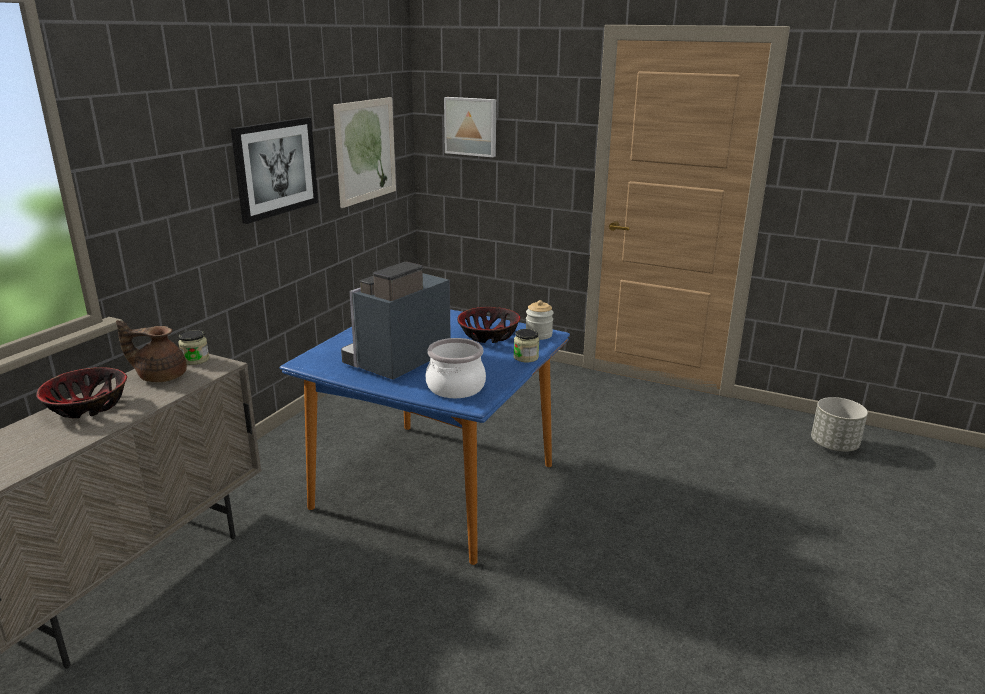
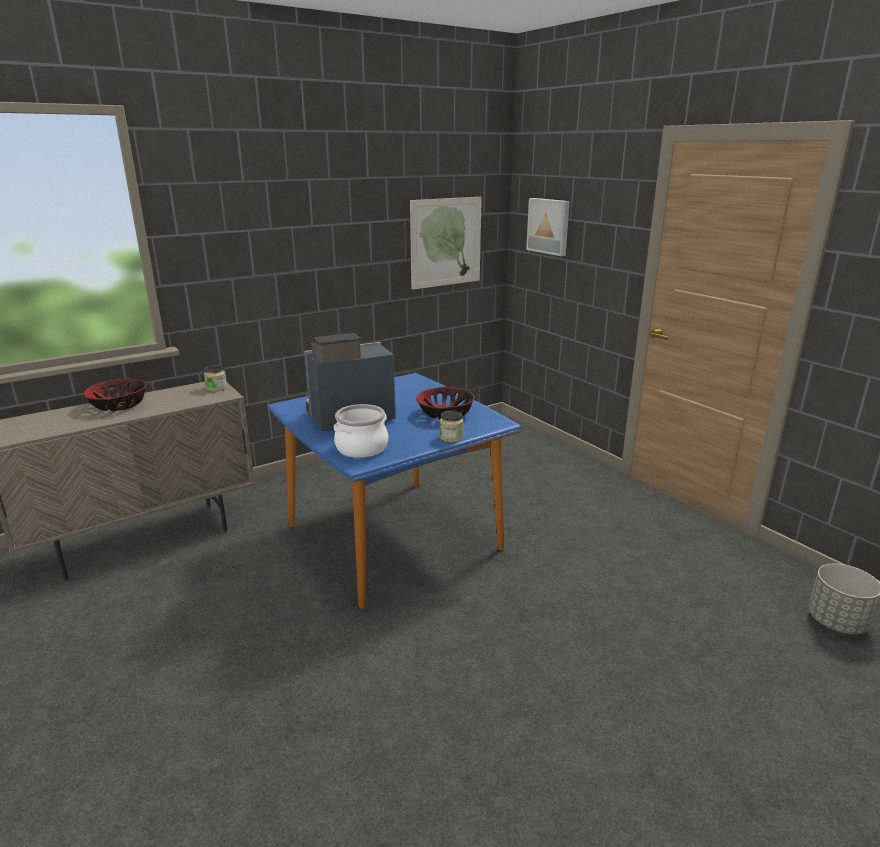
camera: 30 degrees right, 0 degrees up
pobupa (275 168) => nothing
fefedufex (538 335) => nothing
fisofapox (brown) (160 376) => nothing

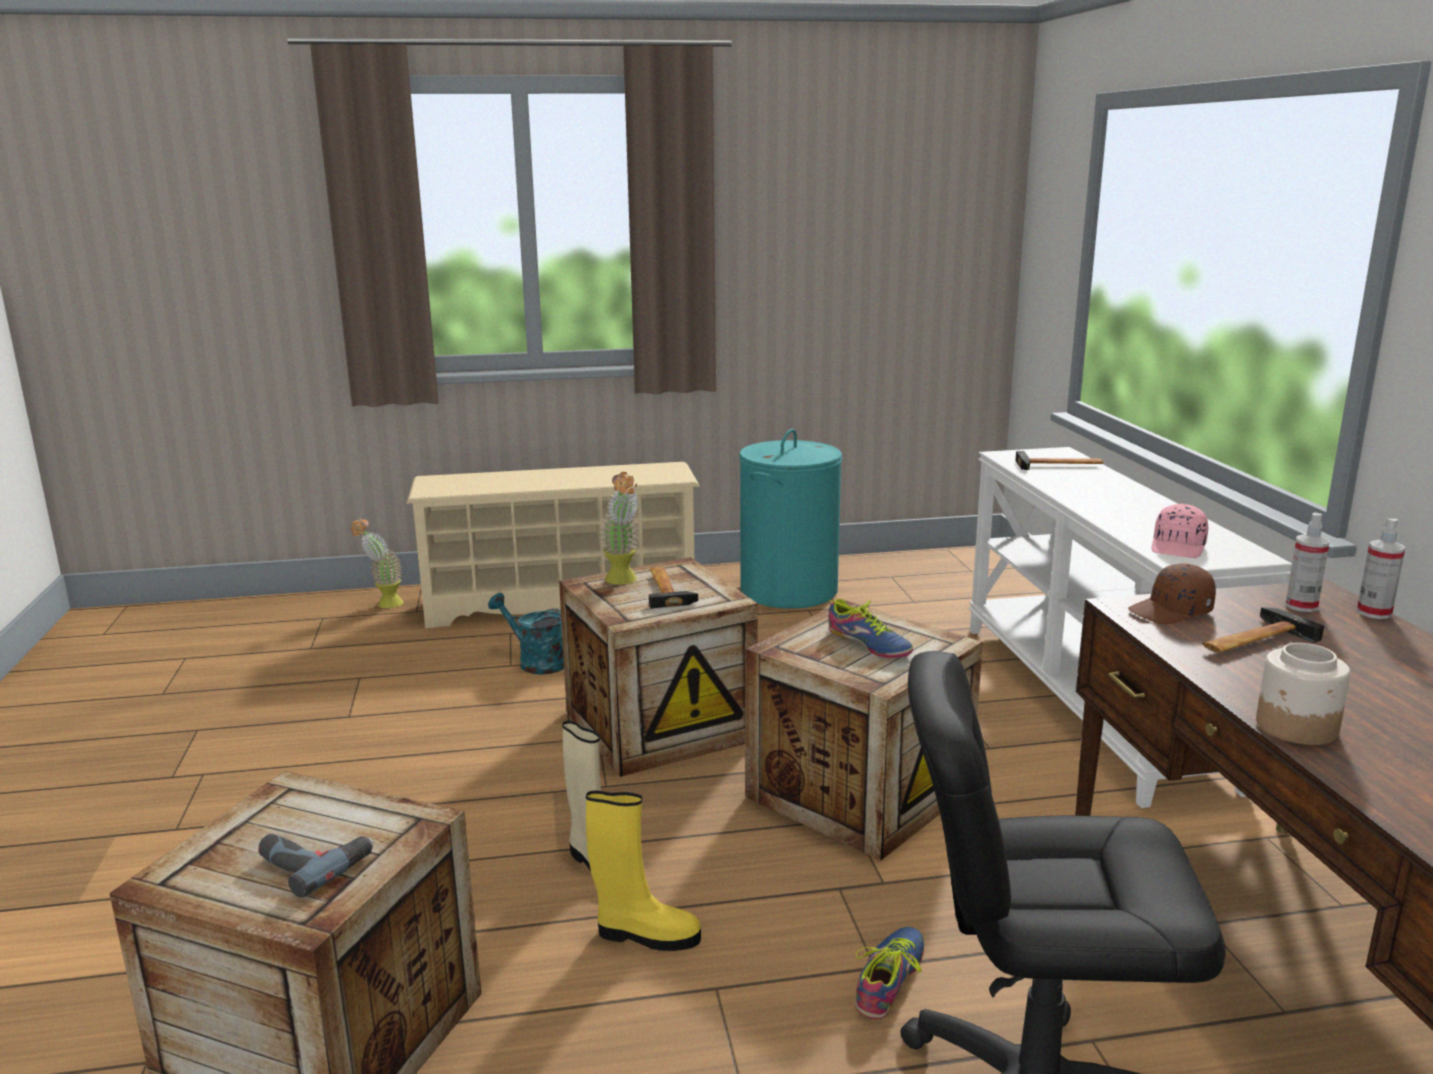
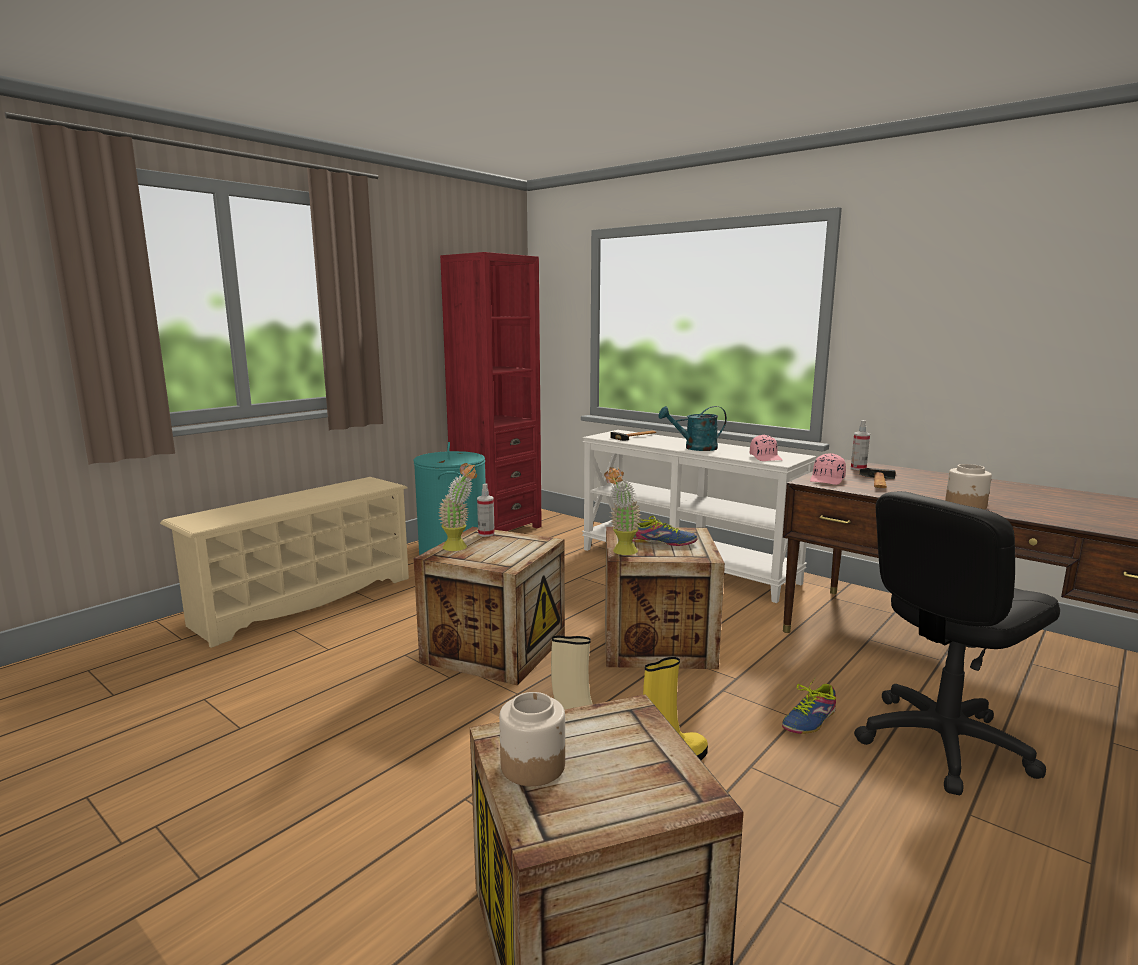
camera: 40 degrees left, 5 degrees down
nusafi (383 604) => nusafi (621 553), move
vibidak (1374 613) => vibidak (486 534), move
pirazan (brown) (1171 612) => pirazan (pink) (827 480)
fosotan (667 589) => nothing
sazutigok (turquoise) (535 662) => sazutigok (turquoise) (695 448), move
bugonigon (314 862) => nothing
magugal (889 979) => magugal (809 720), 120 degrees counterclockwise
nothing => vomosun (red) (496 529)
nothing => fefedufex (533 765)

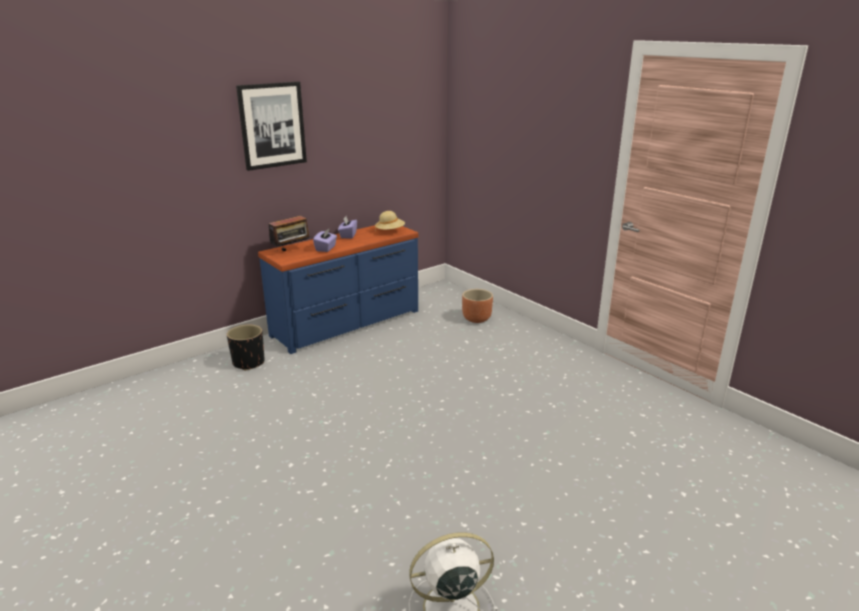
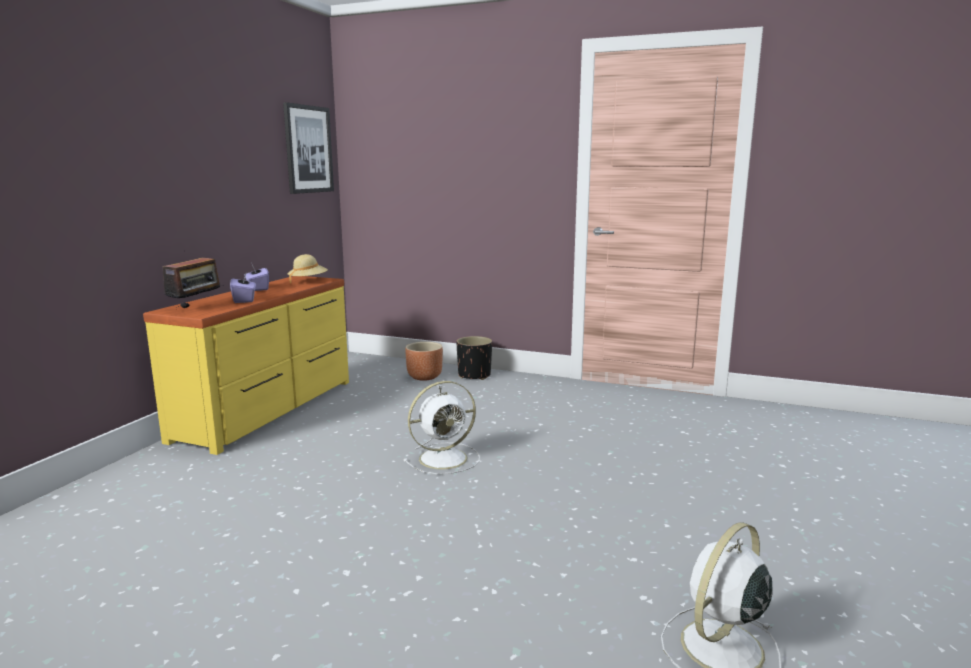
camera: 30 degrees left, 10 degrees down
pobupa (272 125) => pobupa (308 149), move
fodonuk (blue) (347 323) => fodonuk (yellow) (269 409)
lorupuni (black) (249 363) => lorupuni (black) (474 375), move
nothing => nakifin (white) (445 458)

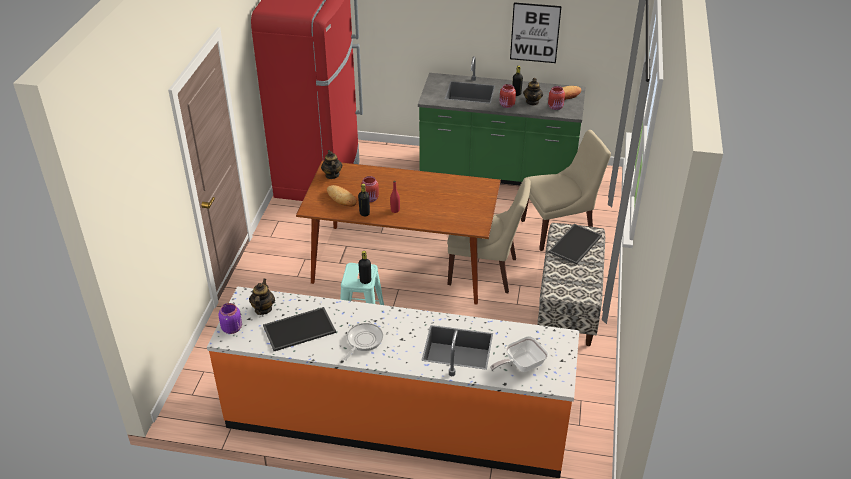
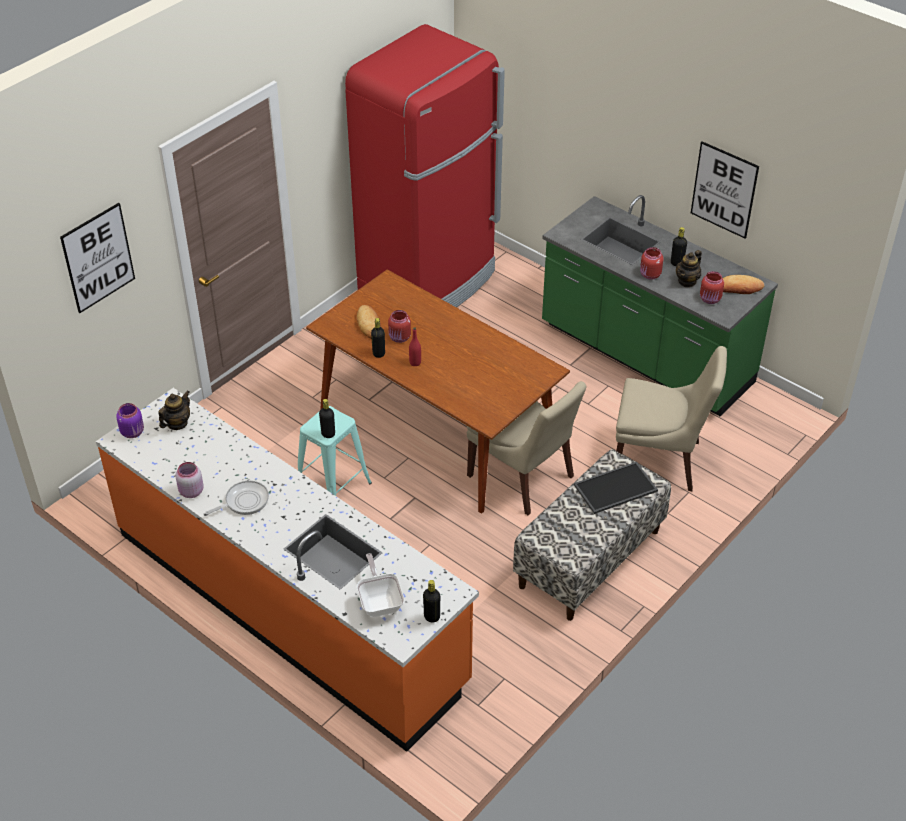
camera: 30 degrees right, 5 degrees up
fisofapox (332 175) => nothing
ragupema (299 328) => nothing
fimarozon (521 365) => fimarozon (380 601), 75 degrees clockwise
nothing => pobupa (98 258)
nothing => fefedufex (pink) (190 492)
nothing => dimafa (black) (432 616)

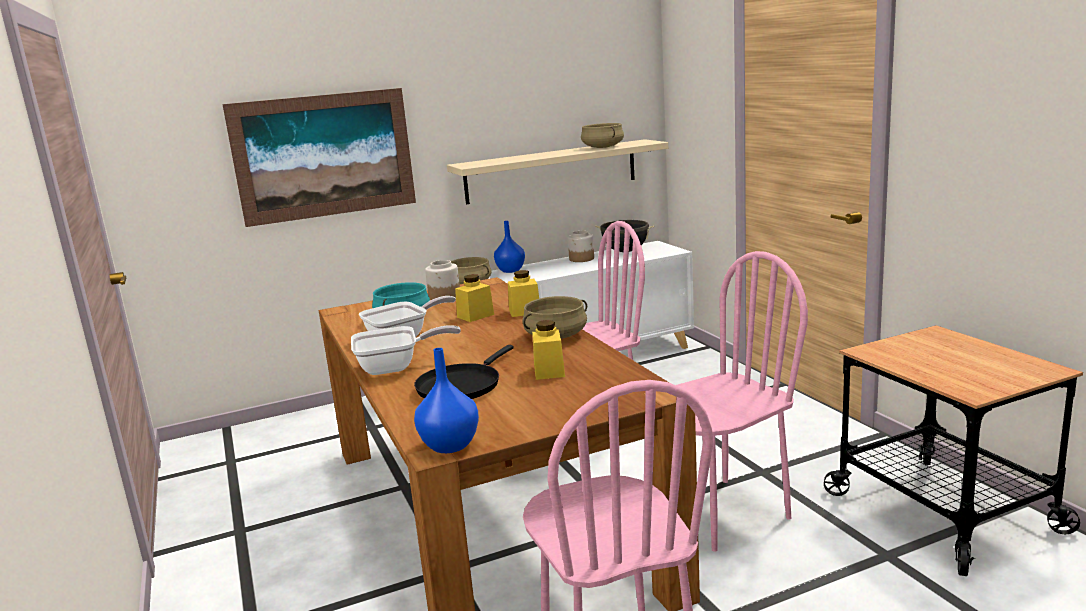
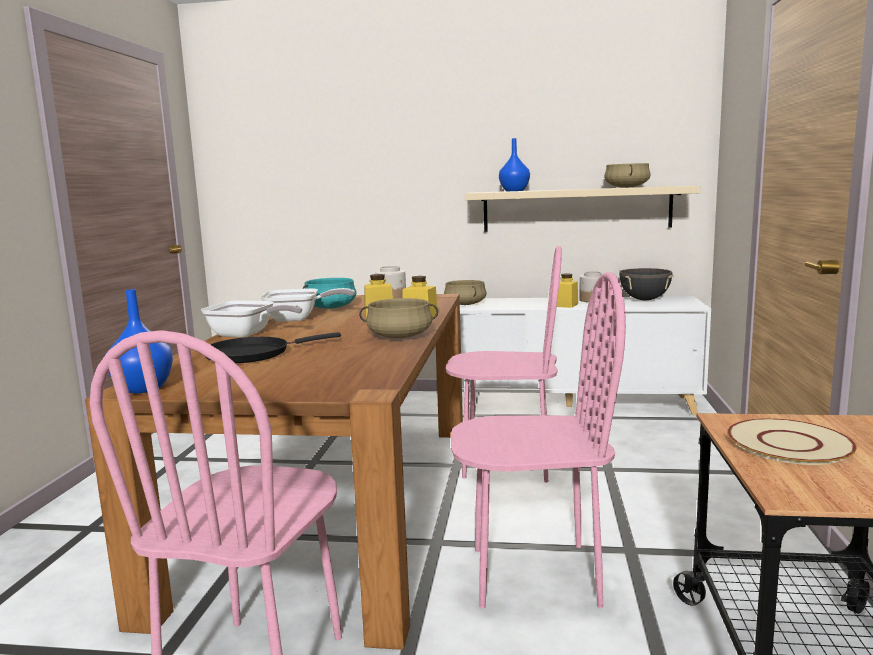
camera: 30 degrees right, 5 degrees down
pobupa (324 156) => nothing
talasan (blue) (510 270) => talasan (blue) (514 191), move
fefedufex (yellow) (549 371) => fefedufex (yellow) (566 305), move
nothing => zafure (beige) (789 443)

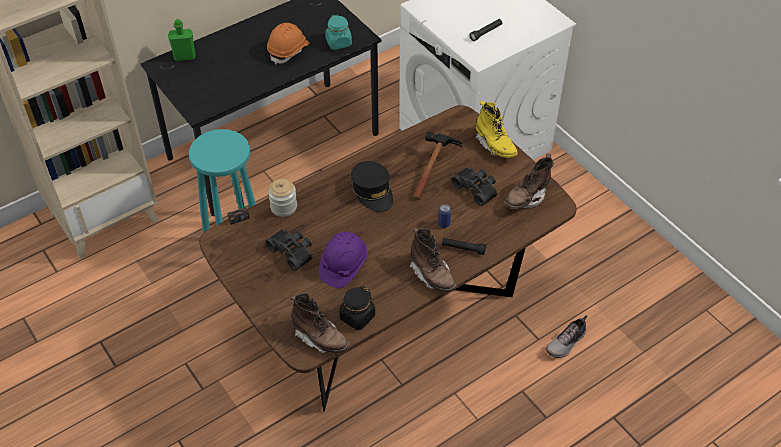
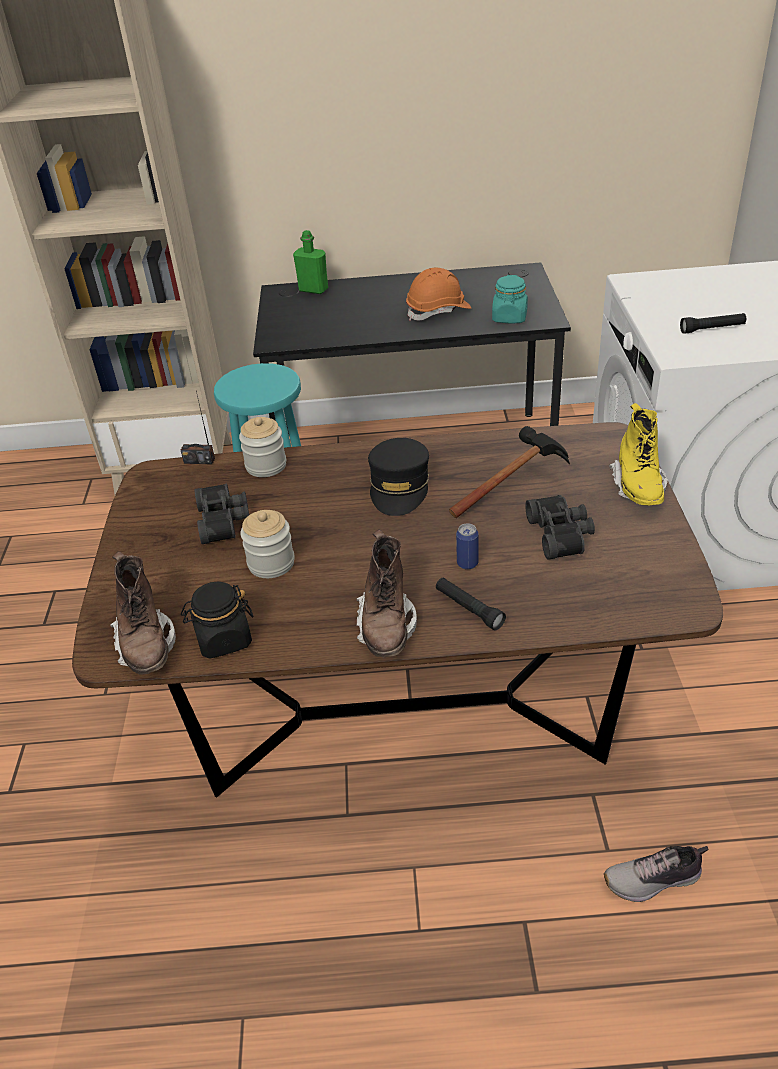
camera: 35 degrees right, 10 degrees down
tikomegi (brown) (527 197) => nothing
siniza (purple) (343 266) => fefedufex (271 563)

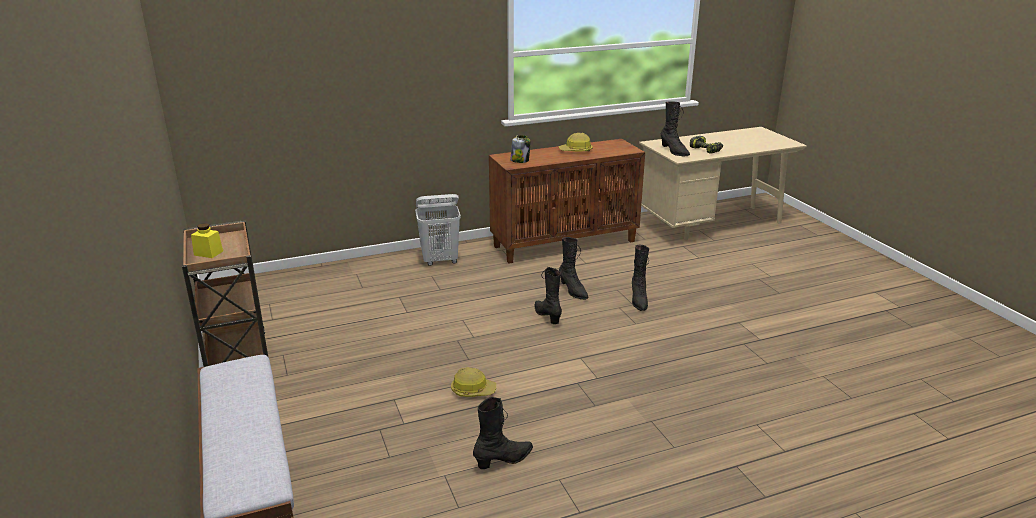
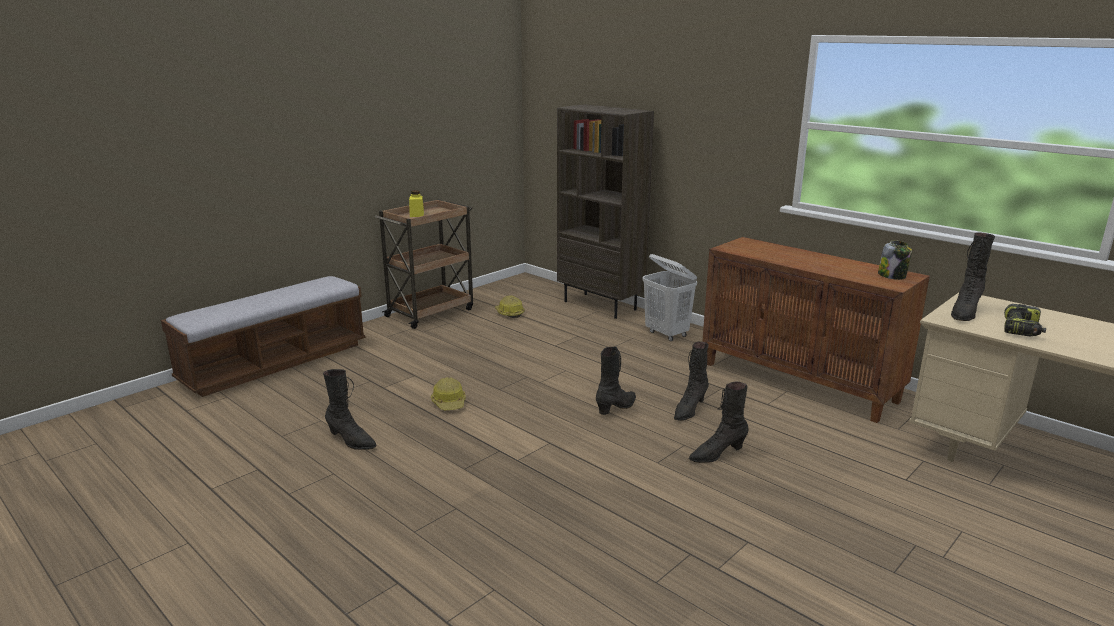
camera: 65 degrees right, 5 degrees down
siniza (576 151) => siniza (509 313), move
fefedufex (520 160) => fefedufex (892 276), move
nothing => vomosun (brown) (601 305)

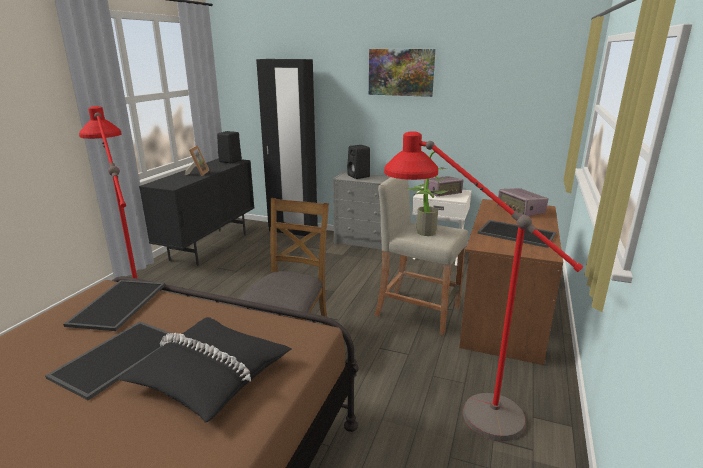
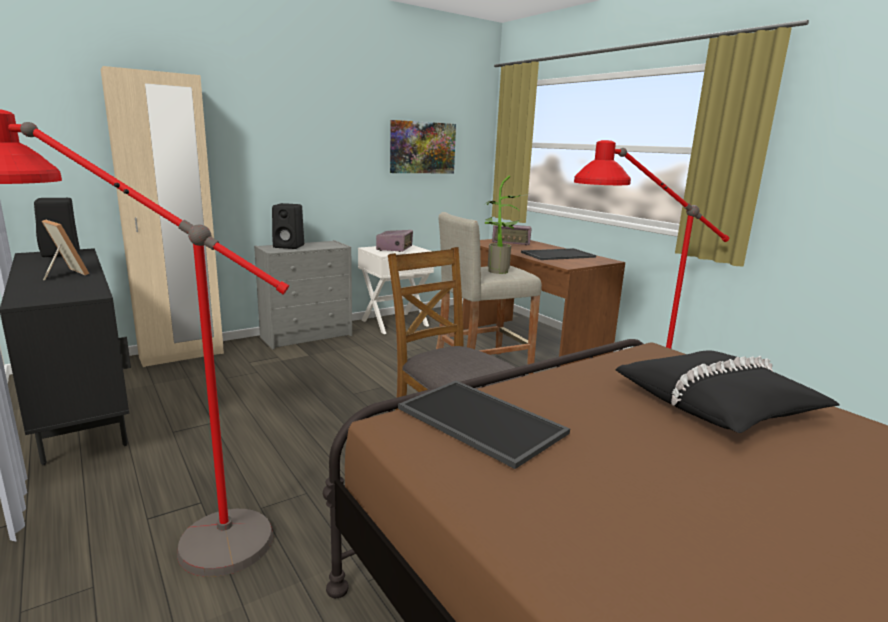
camera: 55 degrees left, 5 degrees down
pobupa (401 72) => pobupa (422 147), move
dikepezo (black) (293 231) => dikepezo (beige) (182 355)
ragupema (117 356) => nothing

